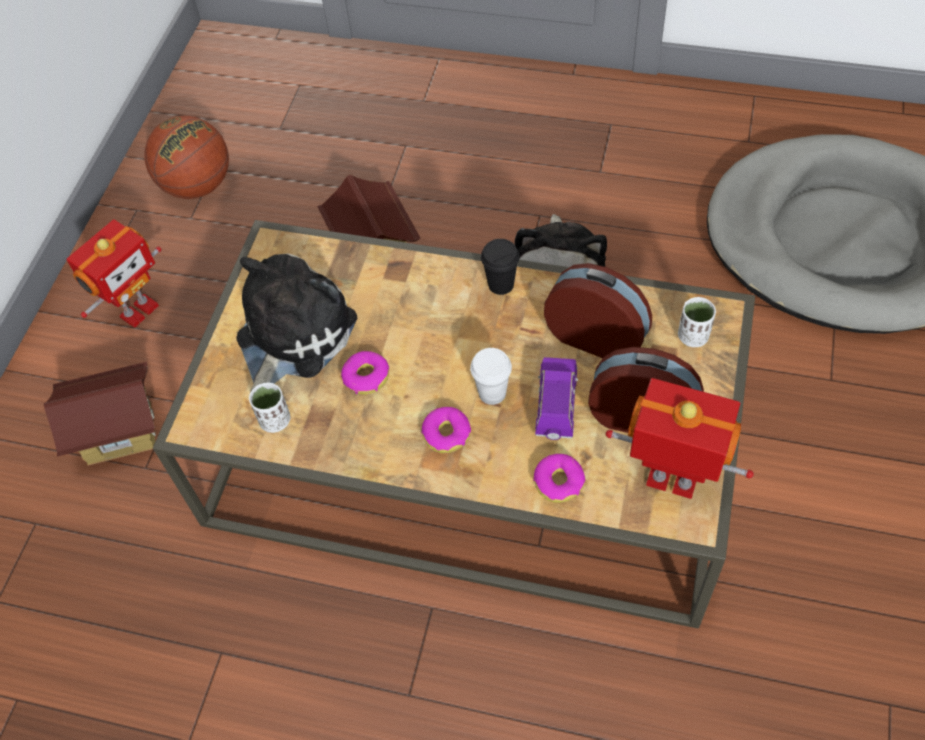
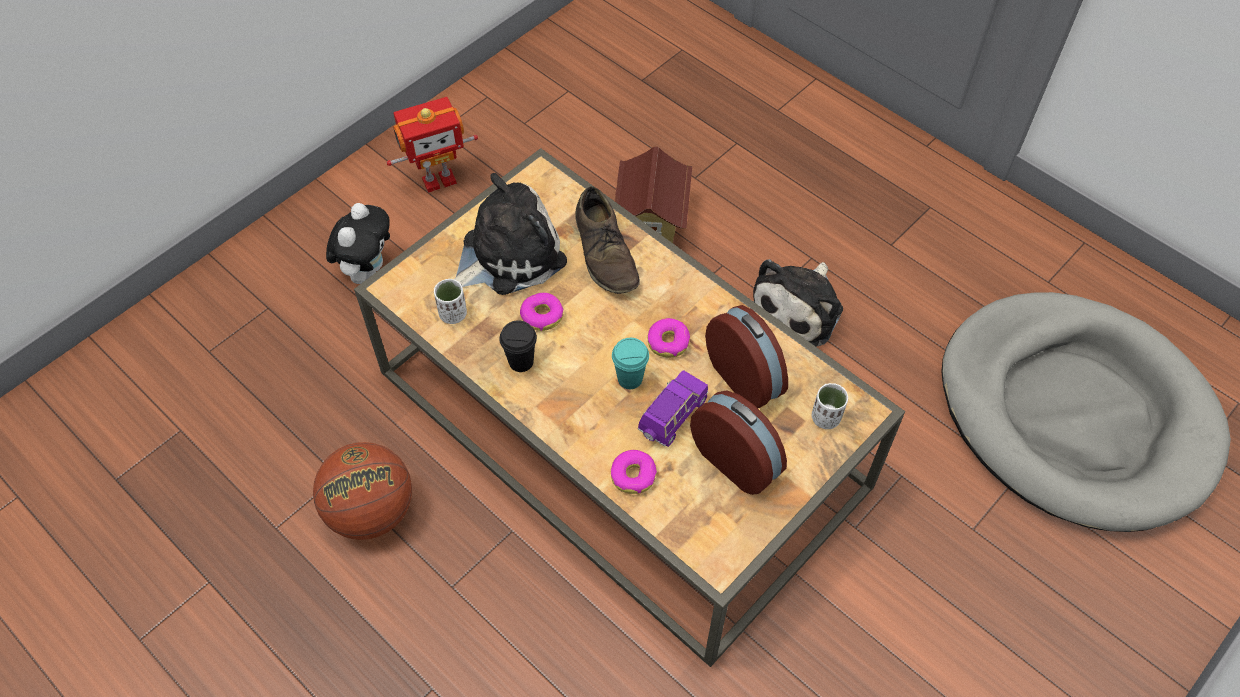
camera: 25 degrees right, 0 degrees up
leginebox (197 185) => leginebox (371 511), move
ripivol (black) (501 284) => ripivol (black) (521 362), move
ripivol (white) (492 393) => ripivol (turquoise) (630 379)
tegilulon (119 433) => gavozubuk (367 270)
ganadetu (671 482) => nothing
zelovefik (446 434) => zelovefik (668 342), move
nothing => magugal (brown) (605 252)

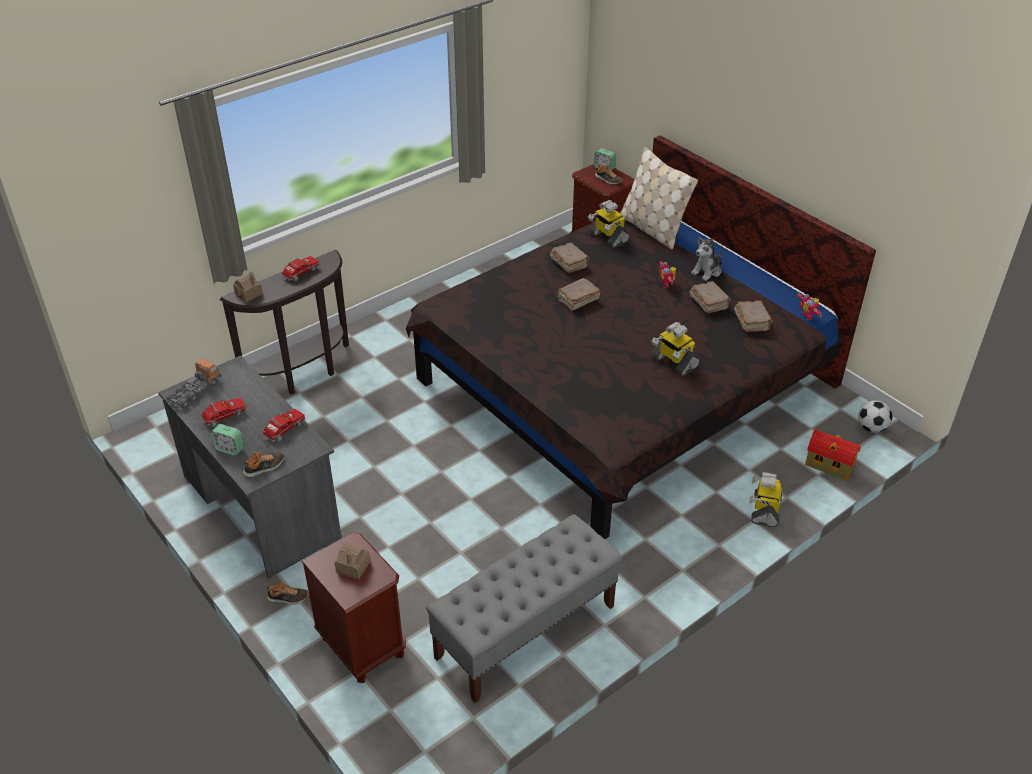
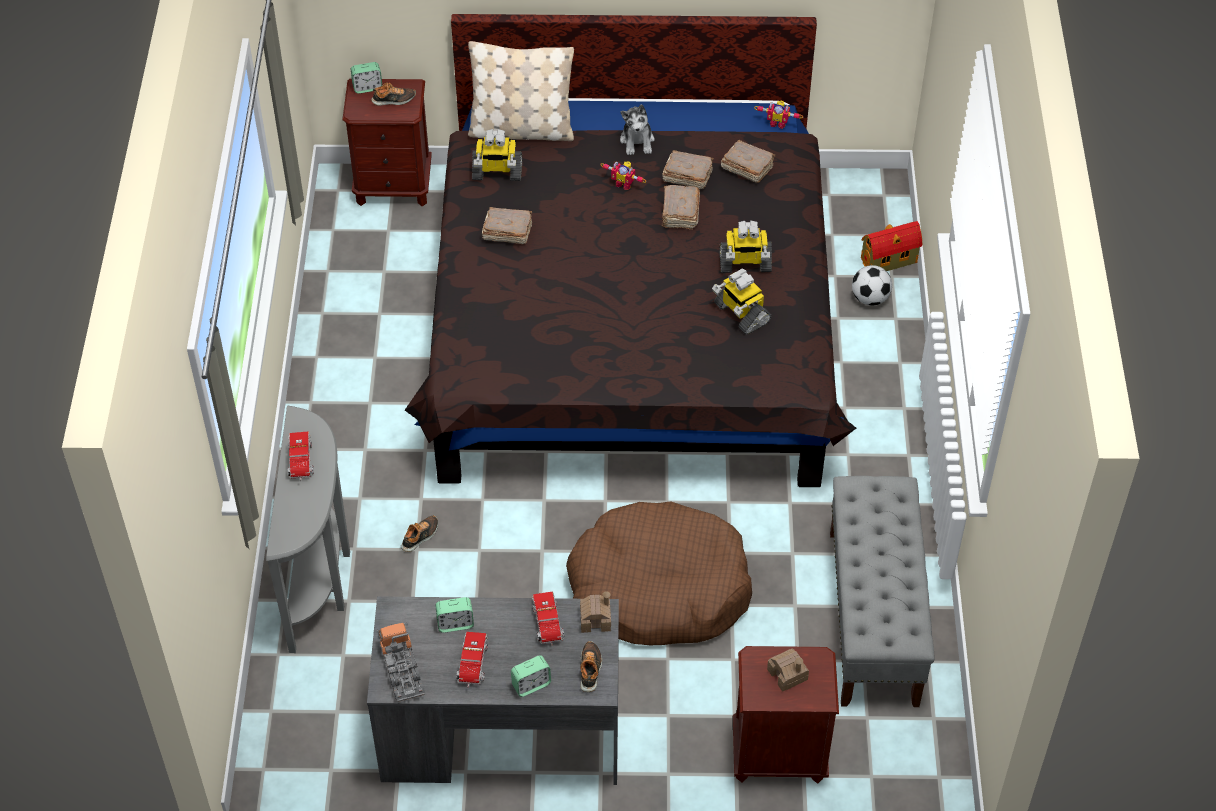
camera: 50 degrees left, 10 degrees up
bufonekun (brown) (304 374) => bufonekun (grey) (321 579)
tegilulon (249 294) => tegilulon (595 619), move
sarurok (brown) (577 300) => sarurok (brown) (679 214), move
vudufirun (871 428) => vudufirun (870 298), move
ganadetu (764 510) => ganadetu (741 313), move
magugal (288 598) => magugal (420 536), move
nothing => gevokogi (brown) (659 588)
nothing => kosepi (455 623)

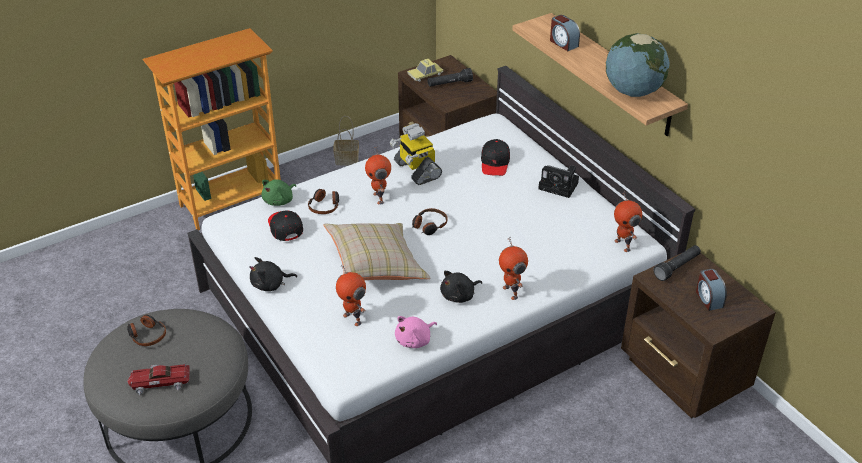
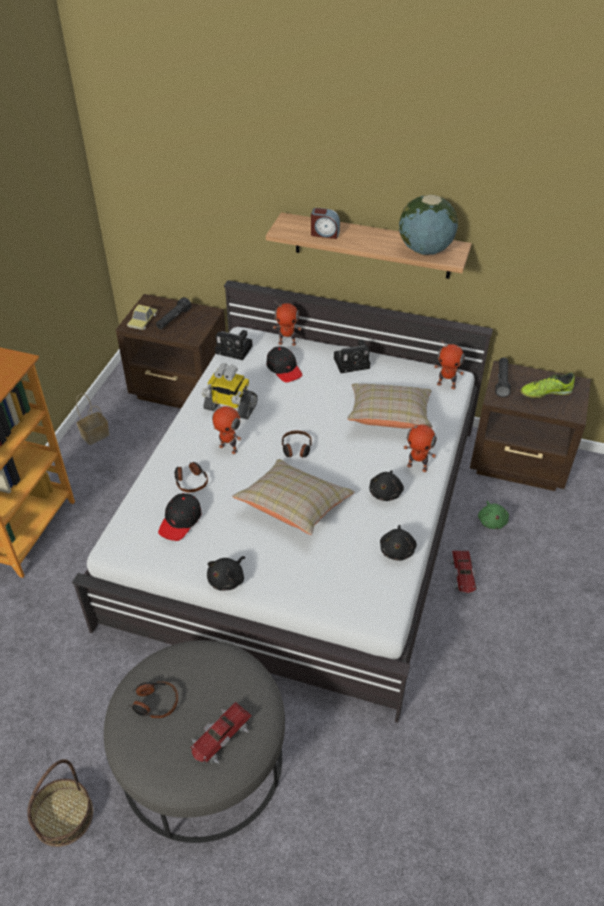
camera: 40 degrees left, 5 degrees up
gavozubuk (green) (279 201) => gavozubuk (green) (492 521), move
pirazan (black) (285 228) => pirazan (black) (180 521), 90 degrees counterclockwise
ganadetu (353 318) => ganadetu (287 342), move
kosepi (708 298) => magugal (545 393)
gavozubuk (pink) (415 340) => gavozubuk (black) (397 550)
nothing => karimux (235 350)
nothing => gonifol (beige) (389 417)
nothing => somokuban (463 575)
nothing => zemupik (63 816)

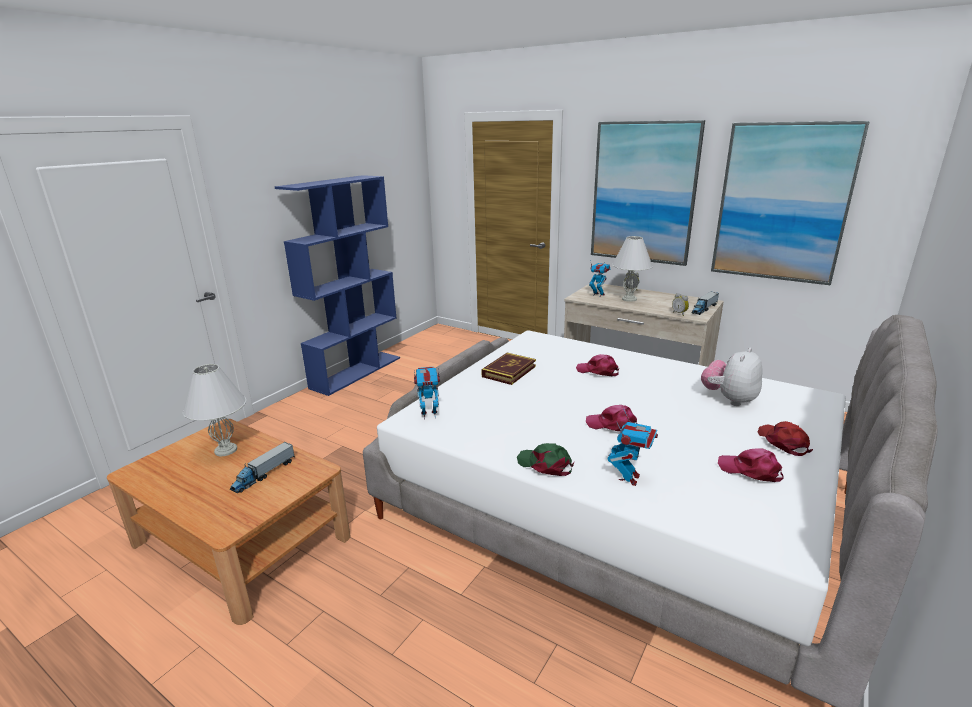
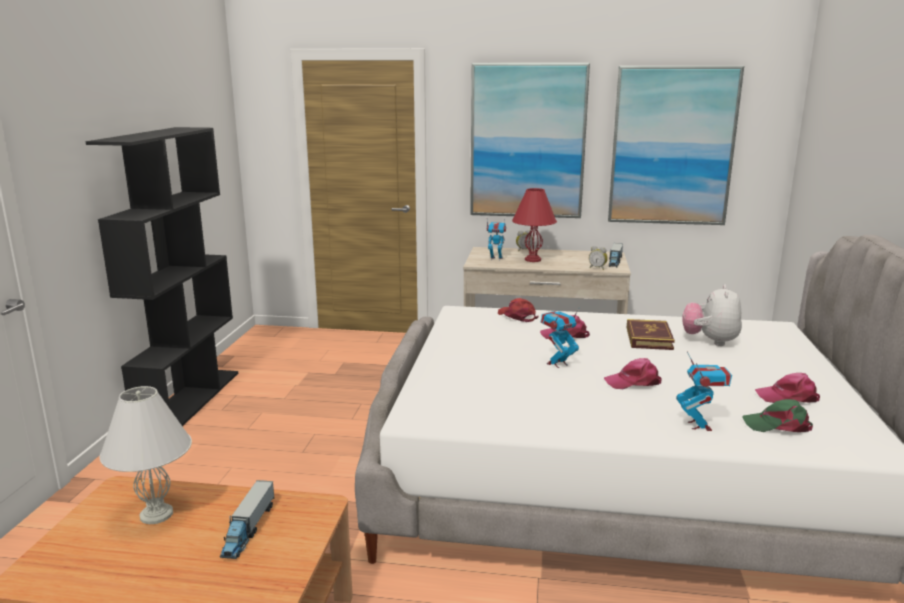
camera: 25 degrees left, 5 degrees down
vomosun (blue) (356 372) => vomosun (black) (189 400)
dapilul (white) (629 299) => dapilul (red) (532 259)
sarurok (509 371) => sarurok (649 338), move
ganadetu (429 415) => ganadetu (557 364), move
pirazan (red) (783 442) => pirazan (red) (517 316), move
pirazan (green) (545 464) => pirazan (green) (778 425), move

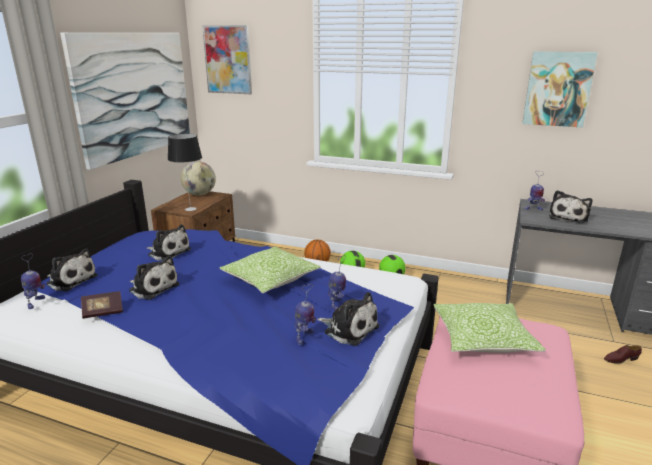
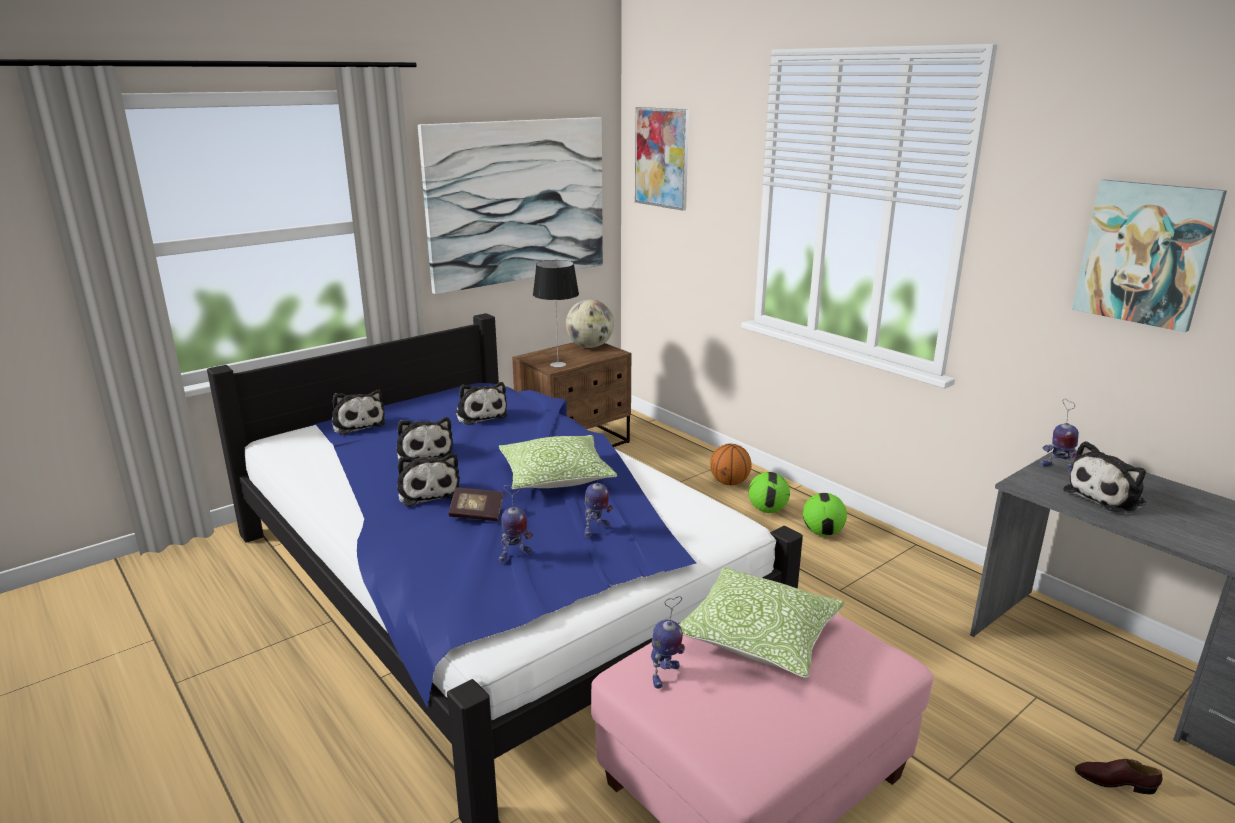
camera: 30 degrees right, 0 degrees up
ganadetu (35 303) => ganadetu (665 675), move
sarurok (103 312) => sarurok (477 514), move
gavozubuk (349 329) => gavozubuk (428 491), move

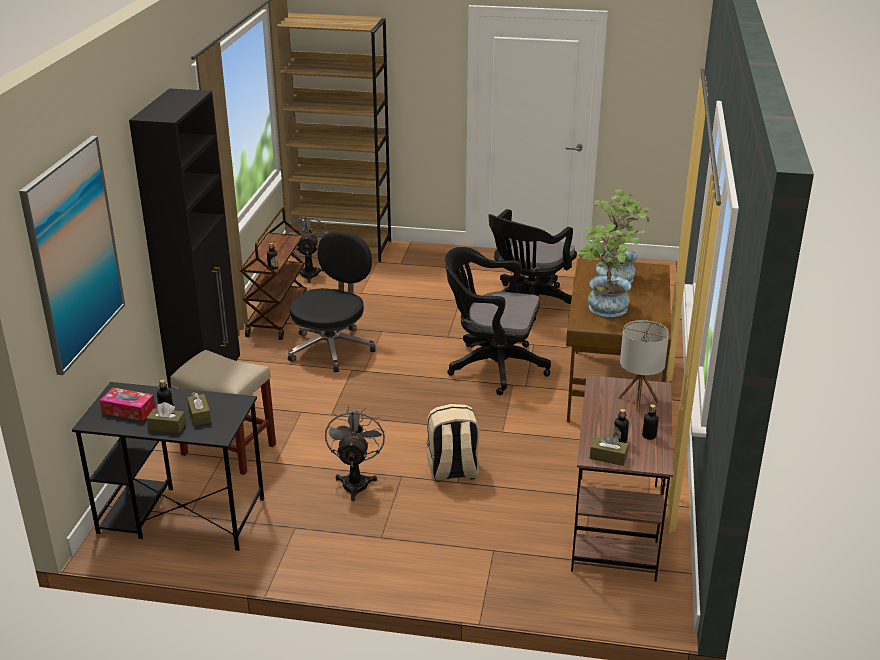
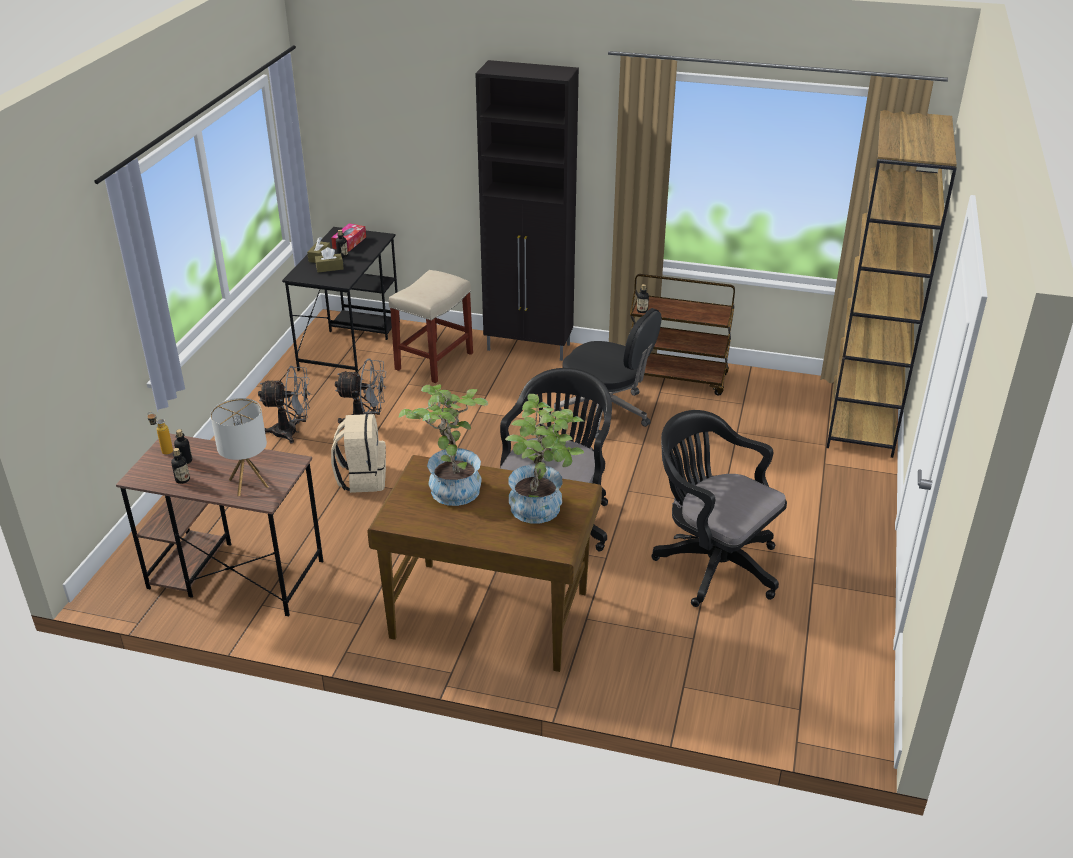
camera: 95 degrees right, 5 degrees up
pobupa (74 253) => nothing
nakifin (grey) (309 272) => nakifin (grey) (292 432), move
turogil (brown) (608 457) => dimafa (163 450)

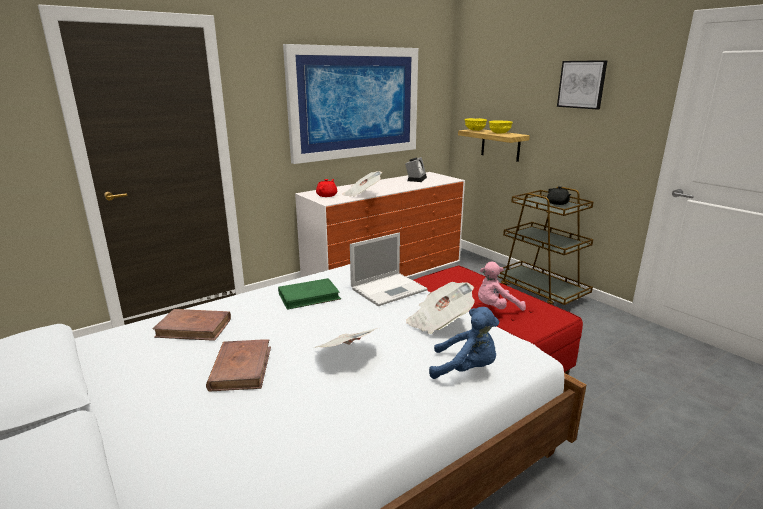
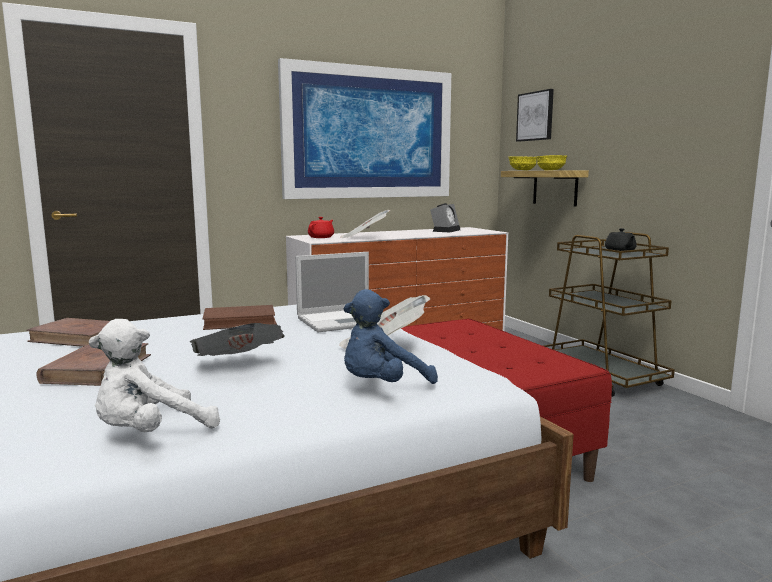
camera: 10 degrees right, 10 degrees down
pobupa (582 84) => pobupa (535 116), move
gavozubuk (pink) (496 308) => nothing
sarurok (green) (309 296) => sarurok (brown) (240 322)
gavozubuk (blue) (466 369) => gavozubuk (blue) (382 386), 120 degrees clockwise
nothing => gavozubuk (white) (151 434)

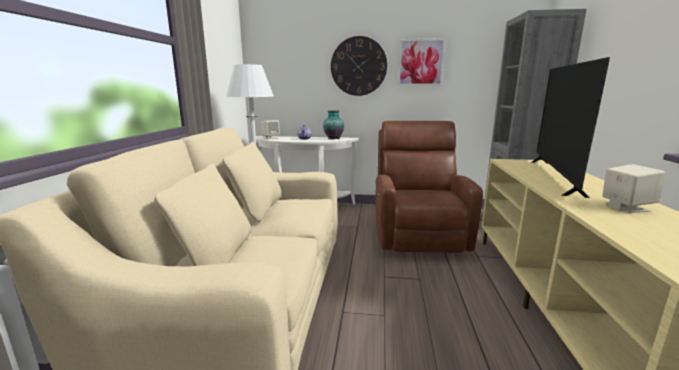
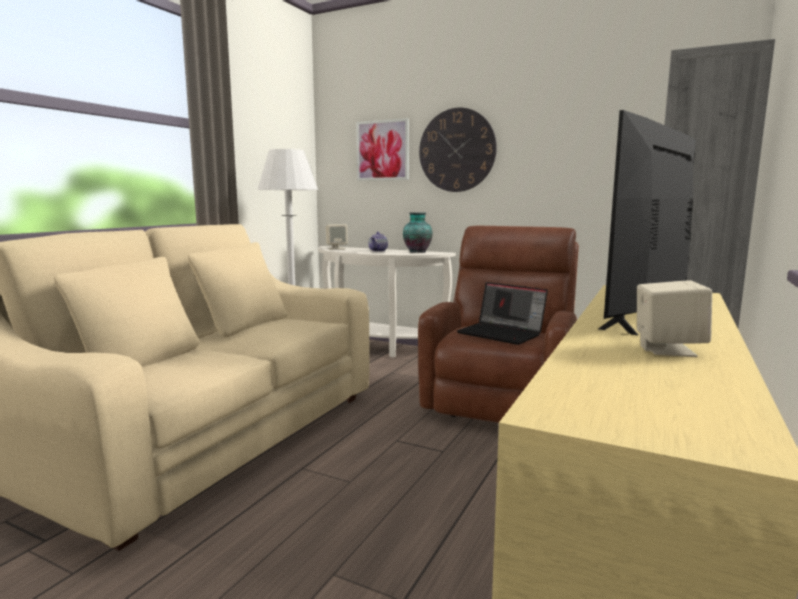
camera: 20 degrees right, 5 degrees down
pobupa (420 62) => pobupa (382 150), move
nothing => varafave (502 333)

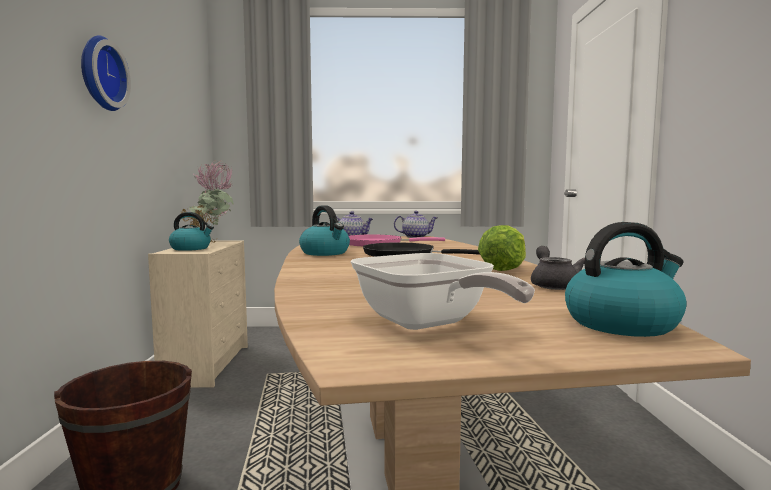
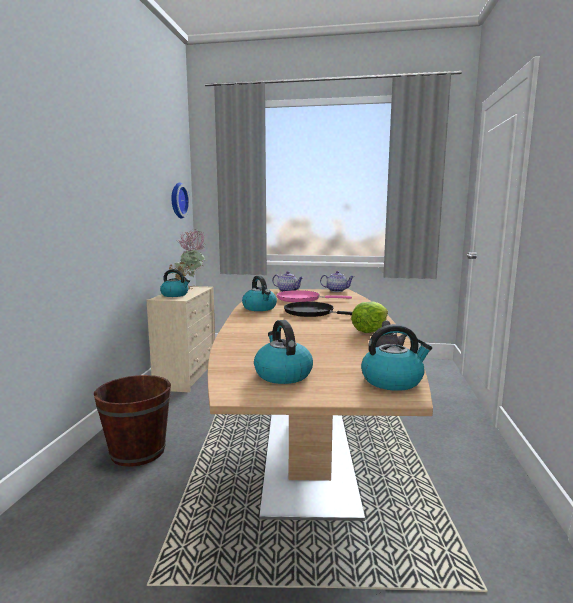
camera: 10 degrees right, 5 degrees up
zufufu (100 74) => zufufu (177 200), move
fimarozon (427 324) => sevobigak (282 374)

